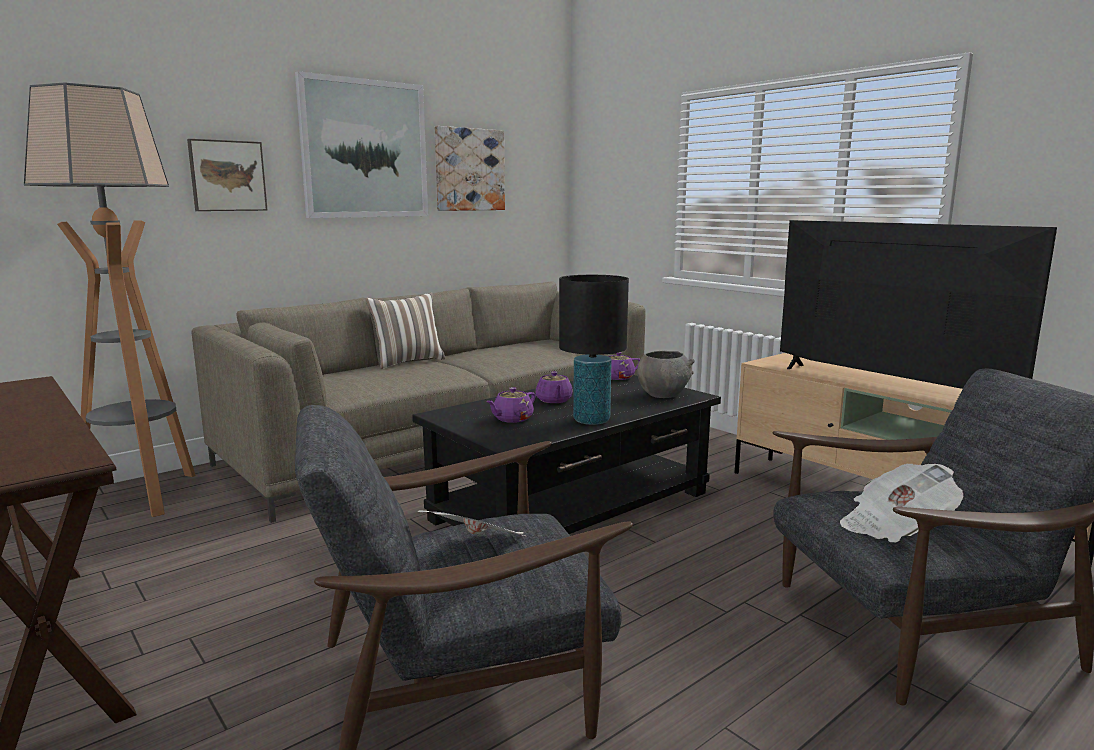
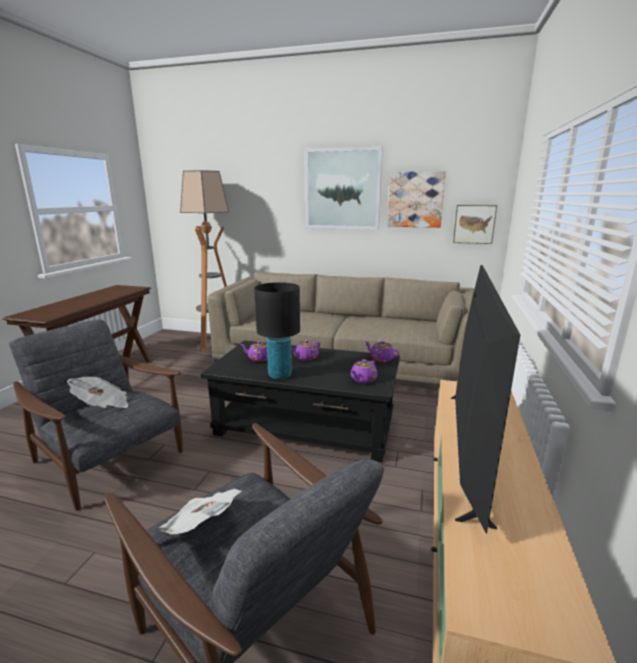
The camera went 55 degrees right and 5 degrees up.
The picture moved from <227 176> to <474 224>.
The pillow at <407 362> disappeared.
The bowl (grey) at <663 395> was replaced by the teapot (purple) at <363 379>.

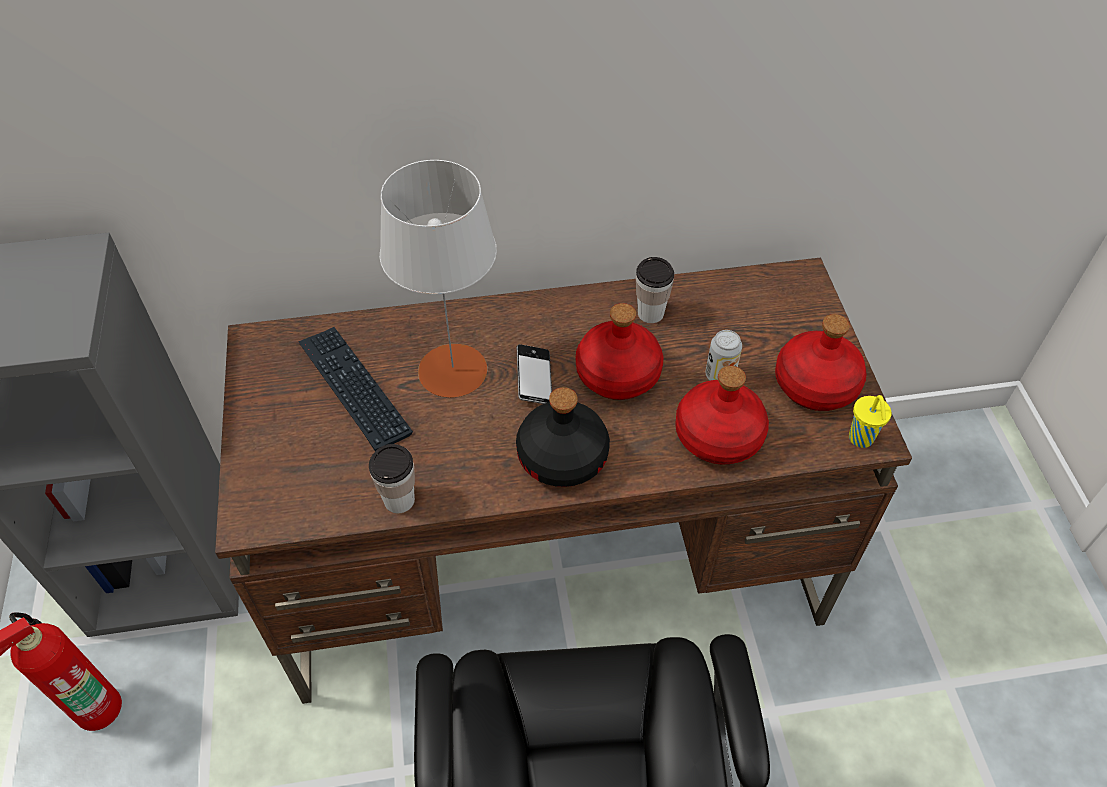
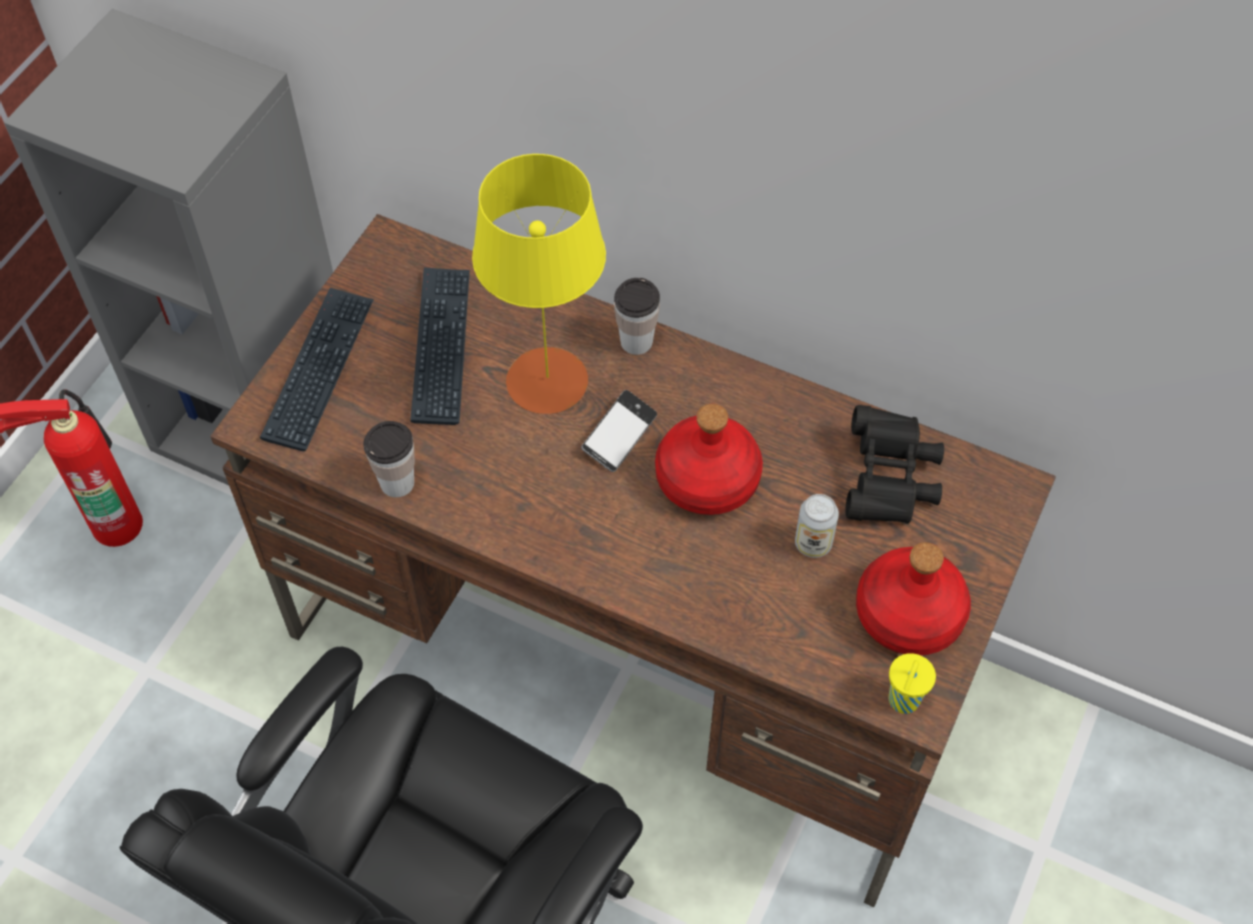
The camera went 35 degrees right and 5 degrees up.
The table lamp (grey) at <453 370> became the table lamp (yellow) at <547 381>.
The cup moved from <650 313> to <636 341>.
The bottle (red) at <718 435> disappeared.
The bottle (black) at <563 456> disappeared.
The keyboard at <319 370> appeared.
The binoculars (black) at <889 481> appeared.

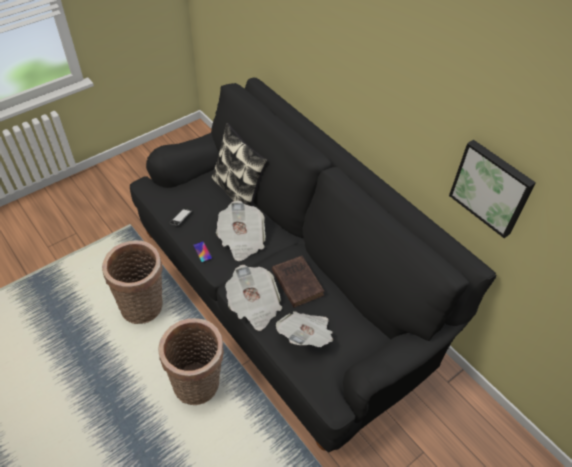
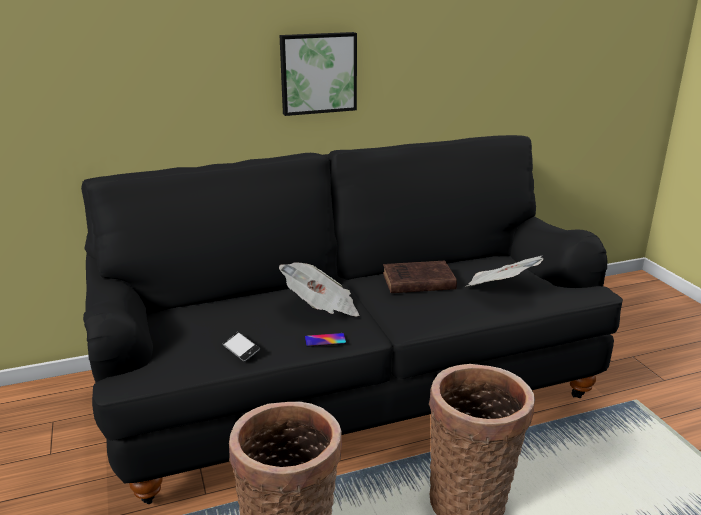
The camera went 70 degrees left and 25 degrees down.
The pillow at <238 192> disappeared.
The picture moved from <492 187> to <318 73>.
The newspaper at <254 305> disappeared.

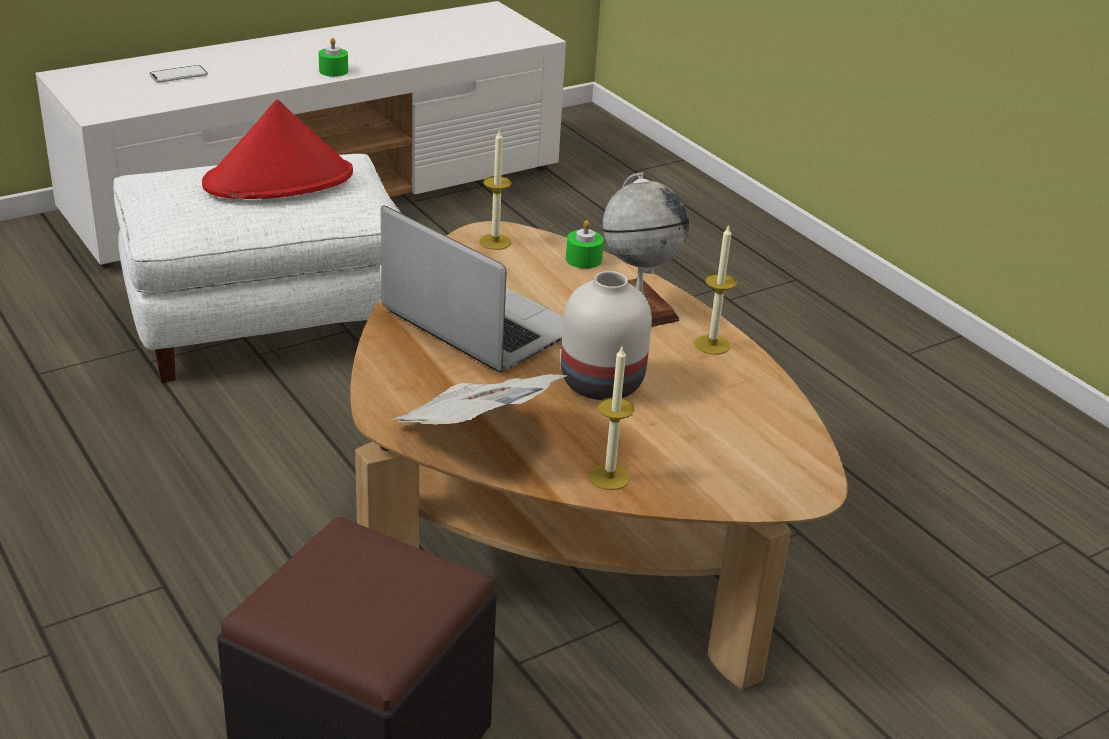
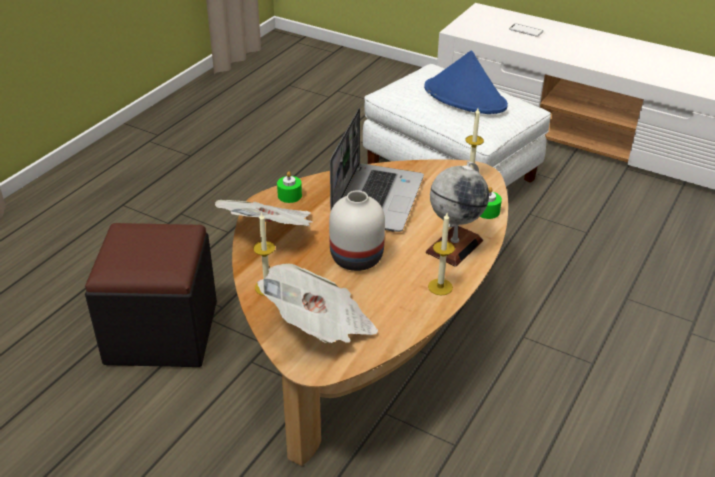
The camera went 65 degrees right and 5 degrees up.
The candle (green) moved from <333 71> to <289 195>.
The hat (red) at <279 180> became the hat (blue) at <465 97>.
The newspaper at <320 327> appeared.

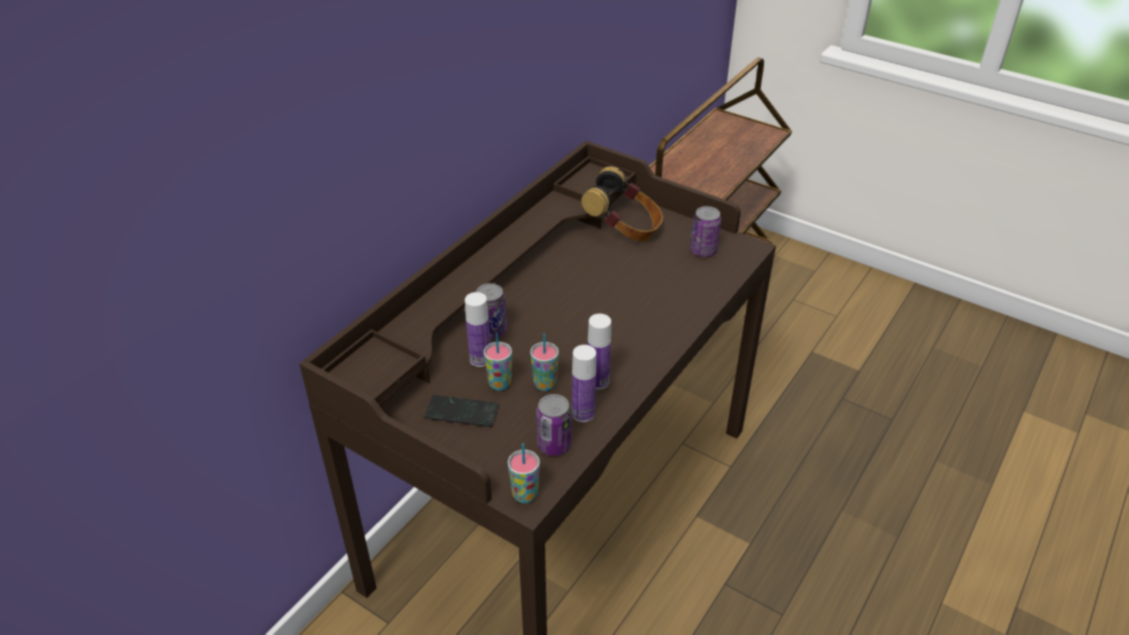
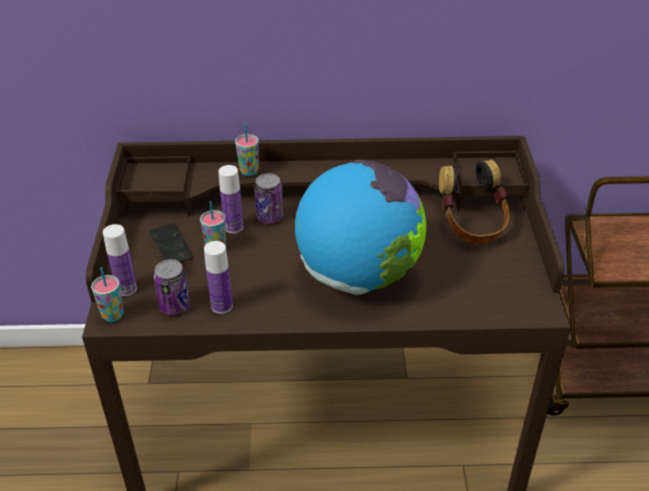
The camera went 55 degrees right and 0 degrees up.
The can at <703 251> disappeared.
The bottle moved from <598 381> to <126 288>.
The cup moved from <545 384> to <249 171>.
The globe at <358 275> appeared.

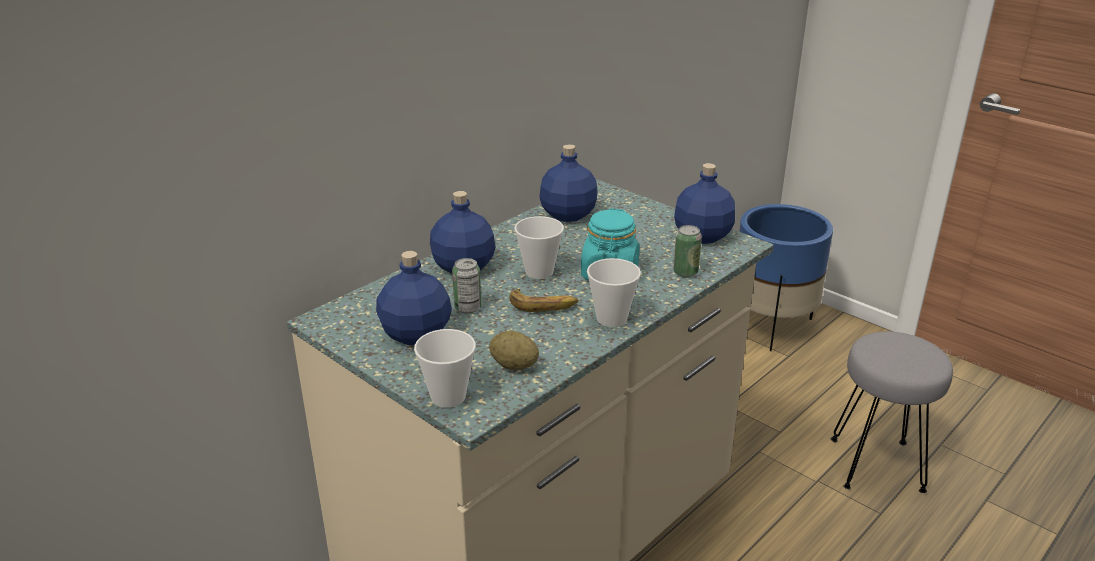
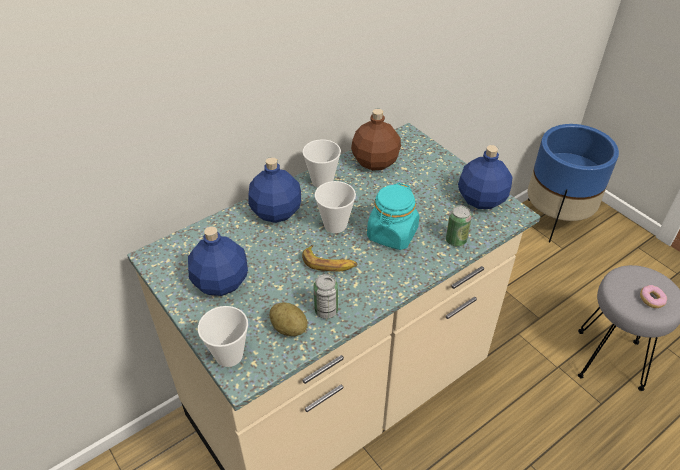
The camera went 10 degrees right and 15 degrees up.
The bottle (blue) at <567 215> became the bottle (brown) at <374 162>.
The can moved from <468 308> to <326 310>.
The cup moved from <611 318> to <322 181>.
The donut at <651 300> appeared.

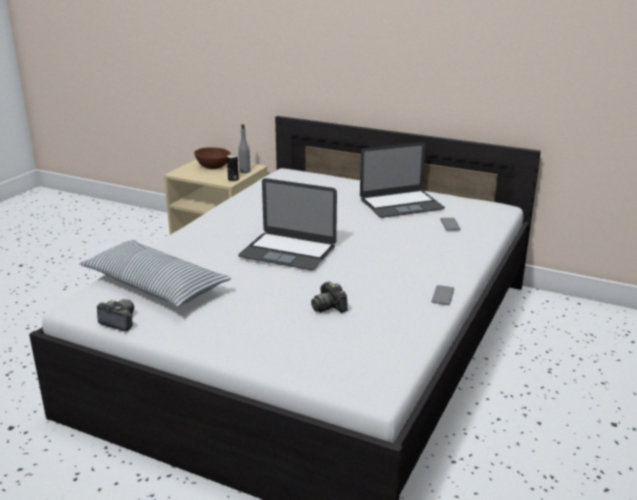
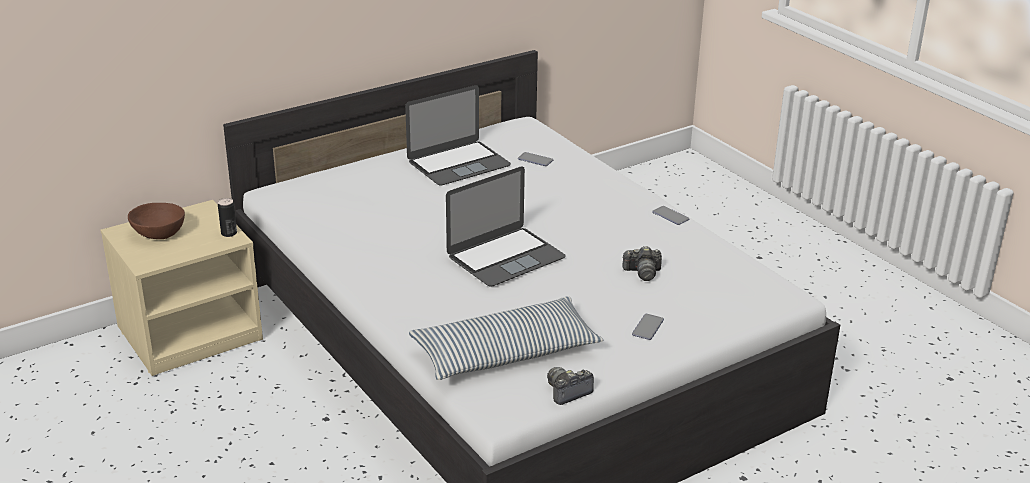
The camera went 60 degrees left and 5 degrees up.
The bottle (grey) at <245 171> disappeared.
The laptop at <401 204> turned 45 degrees clockwise.
The phone at <647 327> appeared.

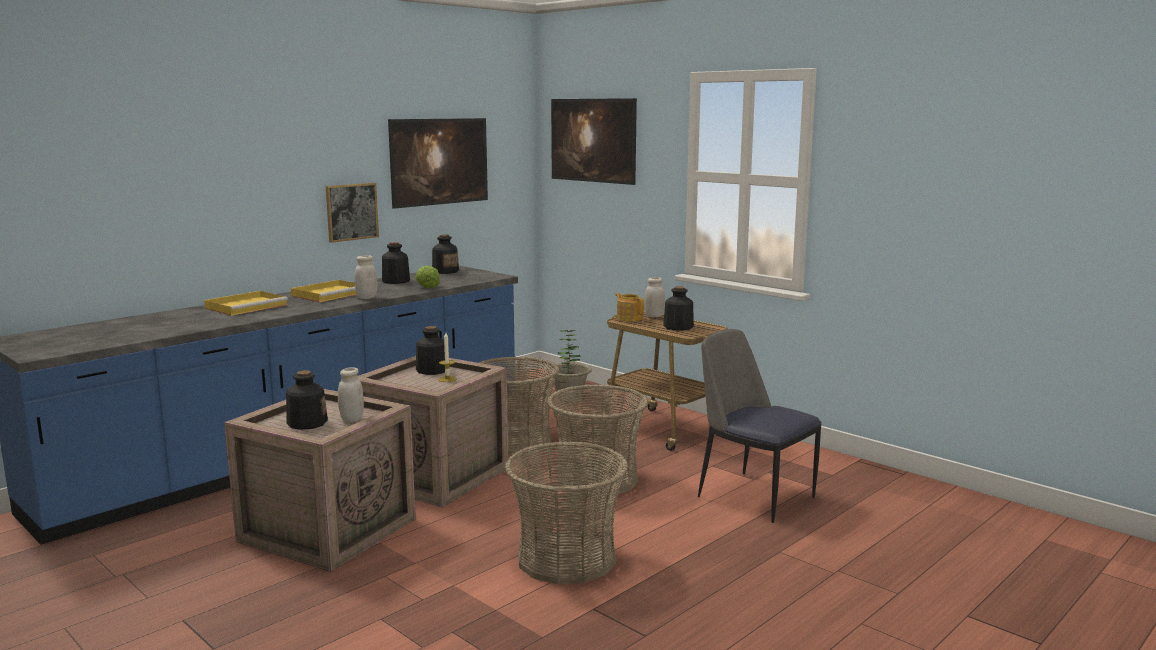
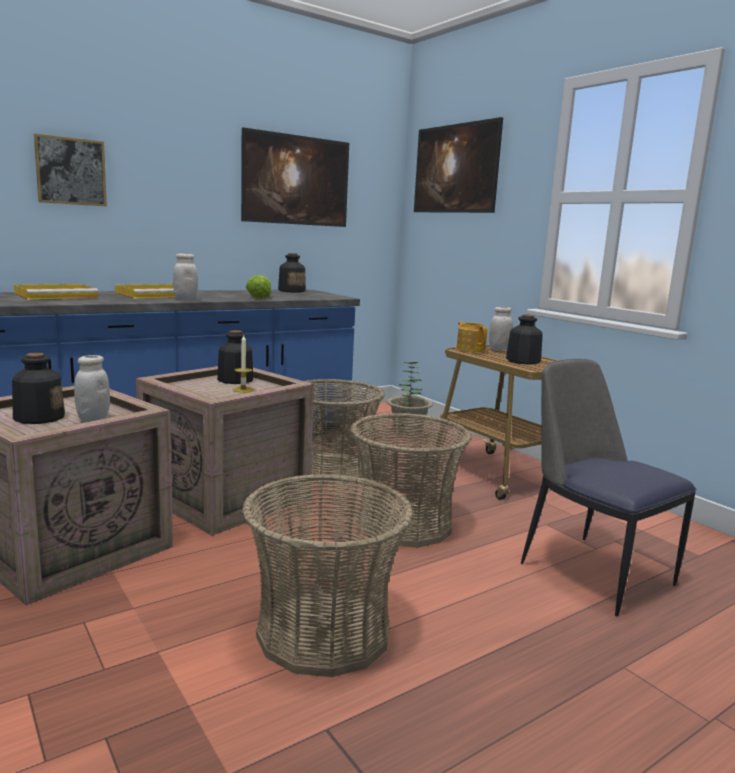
The camera went 10 degrees right and 0 degrees up.
The picture moved from <351 212> to <71 171>.
The bottle at <395 281> disappeared.

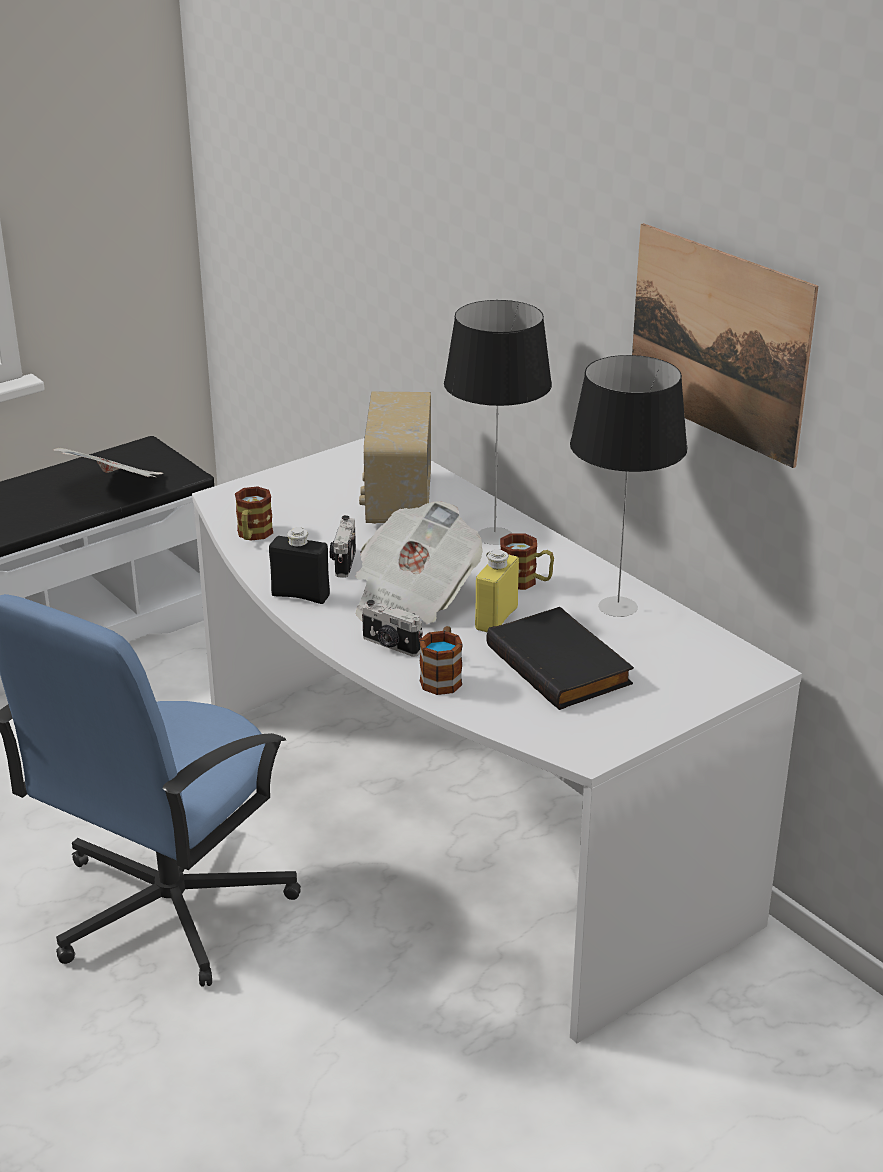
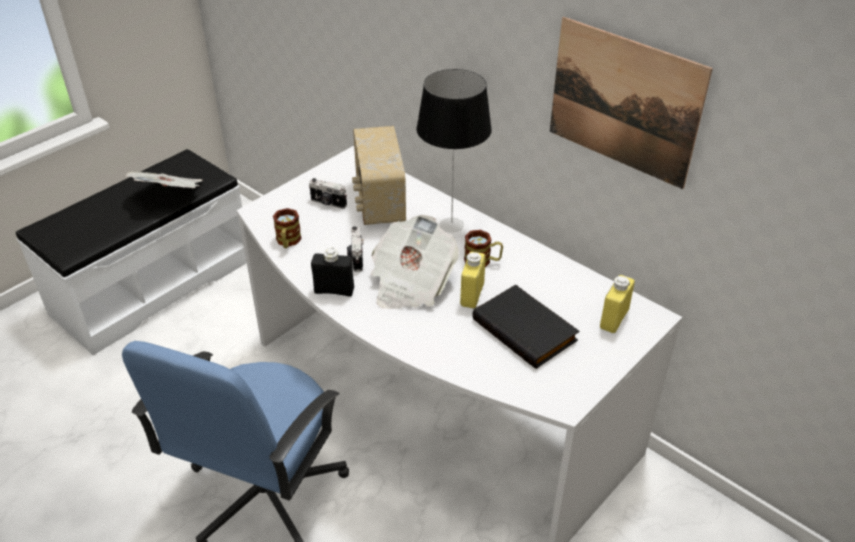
The camera went 10 degrees left and 10 degrees up.
The table lamp at <618 606> disappeared.
The photo camera moved from <391 645> to <328 203>.
The mug at <442 677> disappeared.
The bottle (yellow) at <614 319> appeared.

